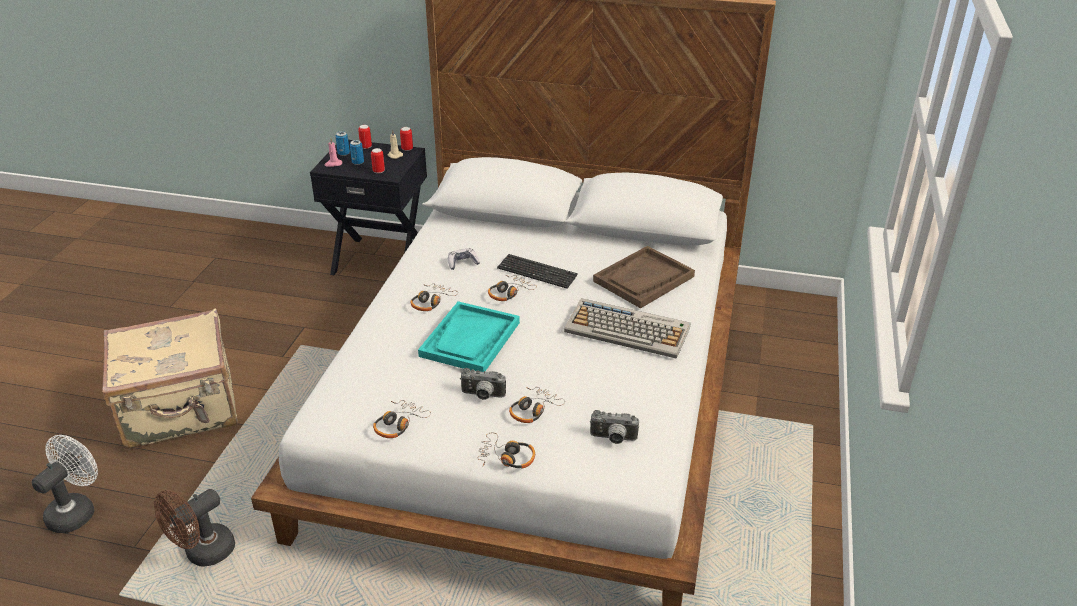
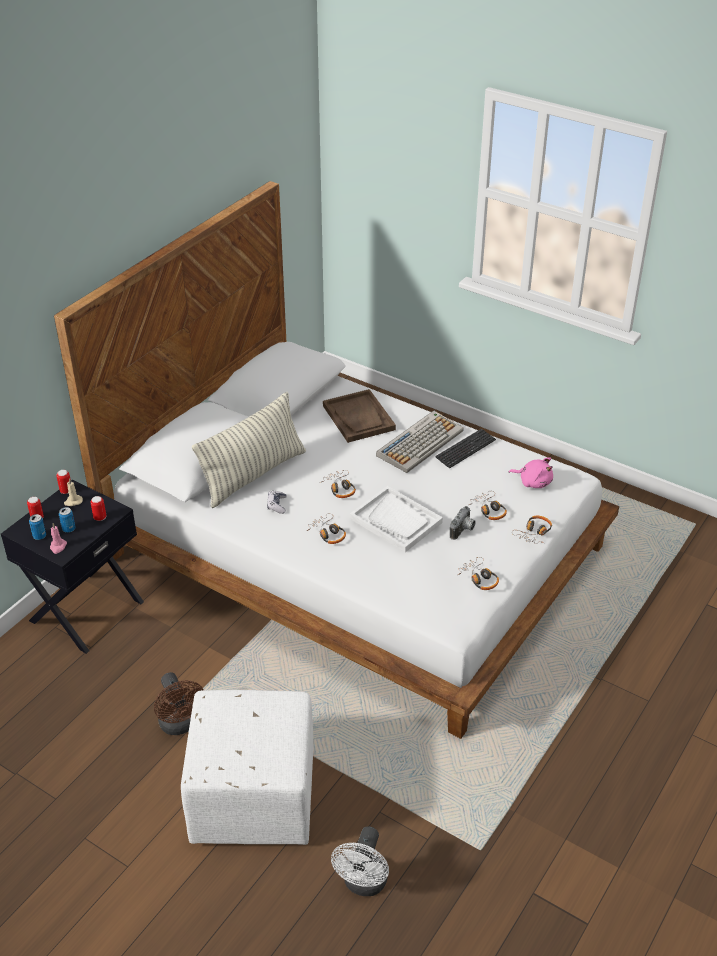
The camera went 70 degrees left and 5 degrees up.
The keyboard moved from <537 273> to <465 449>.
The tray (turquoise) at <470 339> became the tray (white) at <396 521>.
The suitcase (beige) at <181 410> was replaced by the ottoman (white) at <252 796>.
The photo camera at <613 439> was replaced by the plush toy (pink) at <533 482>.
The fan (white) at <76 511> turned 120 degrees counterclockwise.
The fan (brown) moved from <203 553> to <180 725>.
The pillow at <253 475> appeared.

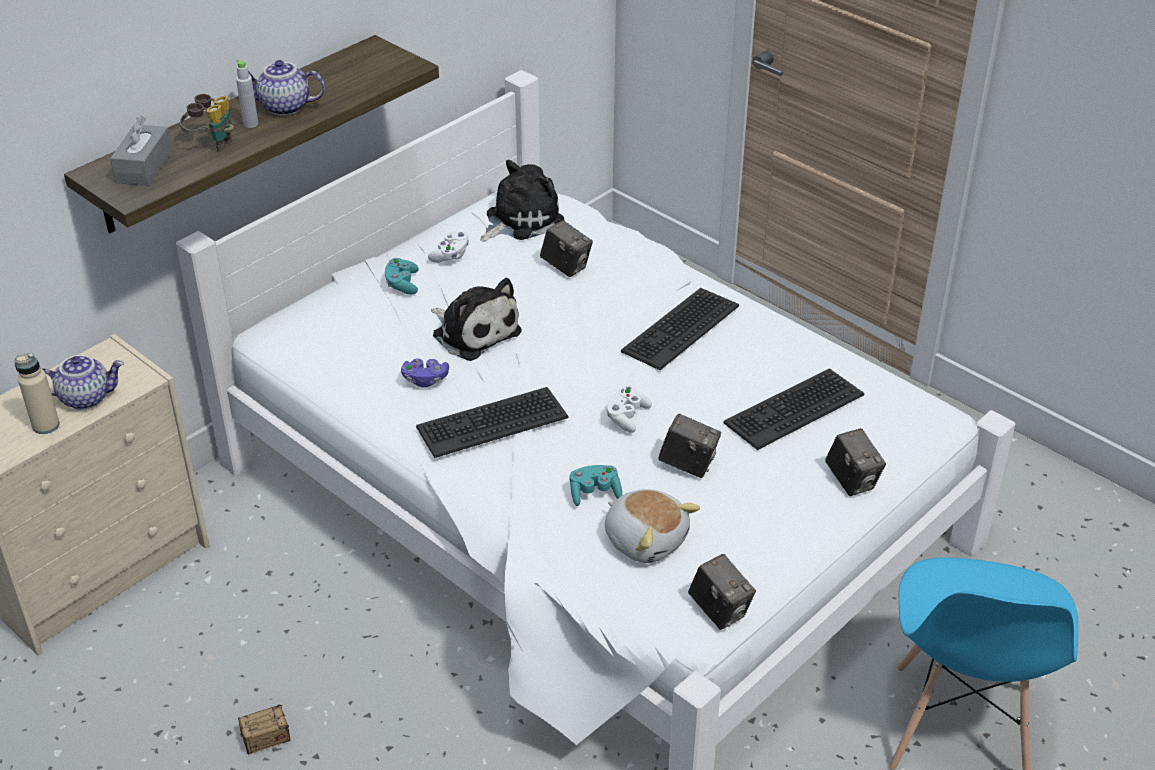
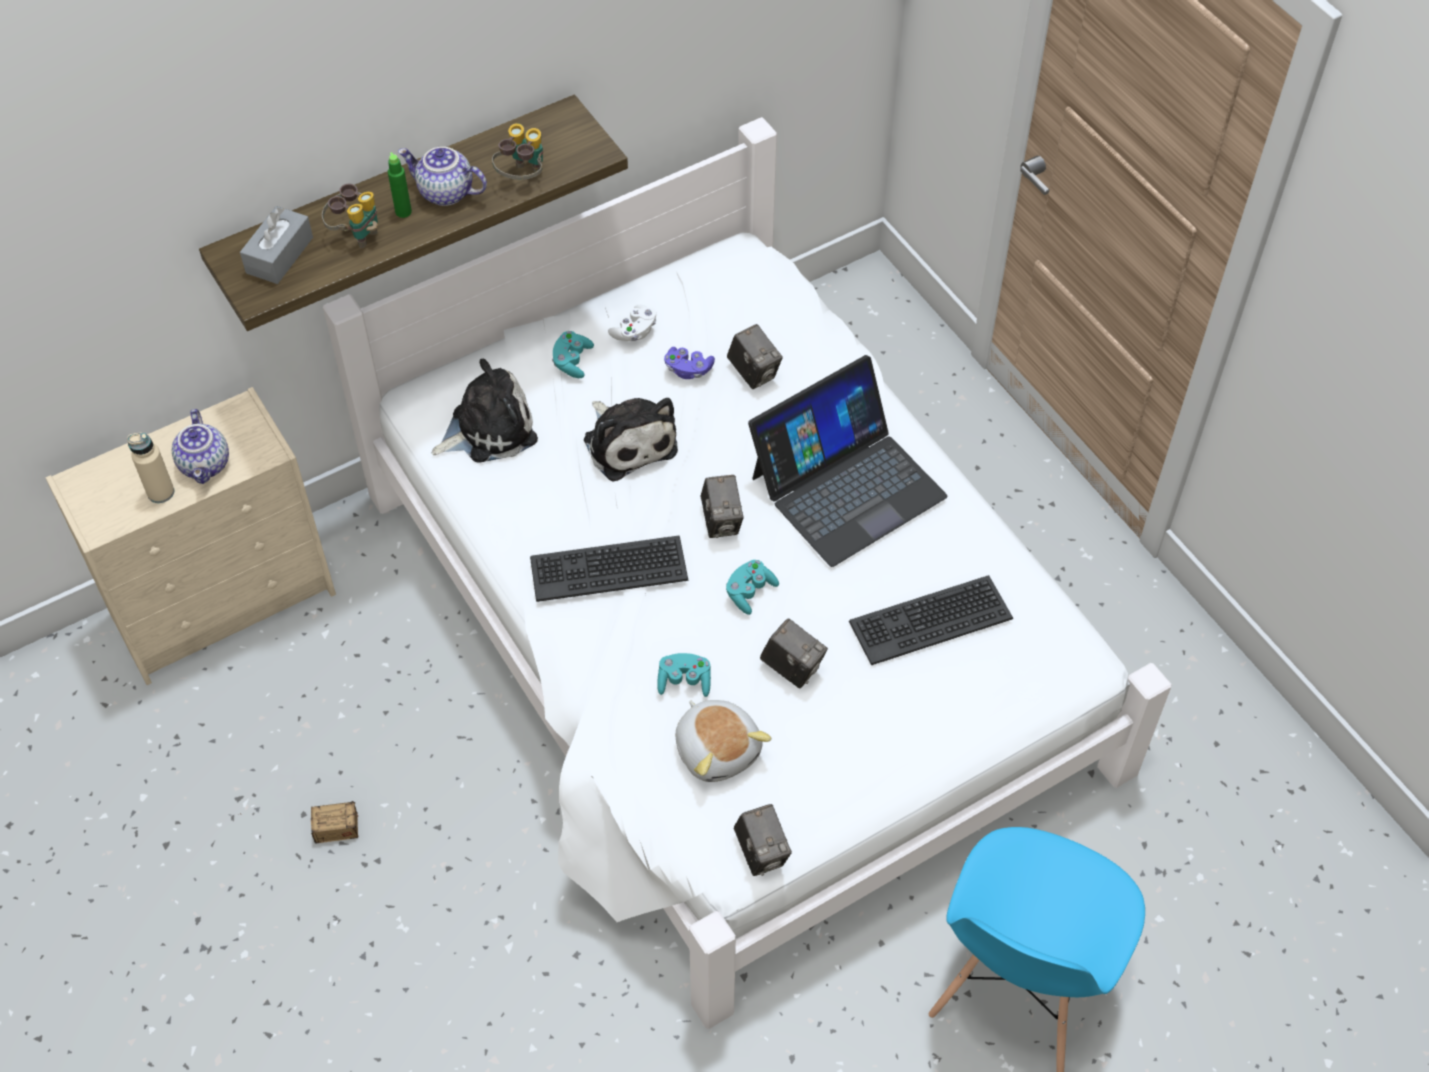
The camera went 15 degrees right and 15 degrees up.
The bottle (grey) at <250 124> became the bottle (green) at <403 212>.
The plush toy moved from <520 220> to <488 428>.
The keyboard at <680 329> was replaced by the laptop at <847 485>.
The teapot at <86 397> turned 75 degrees clockwise.
The game controller (purple) moved from <425 380> to <688 370>.
The game controller (white) at <627 417> became the game controller (turquoise) at <750 592>.
The photo camera moved from <852 481> to <721 521>.
The binoculars at <523 178> appeared.

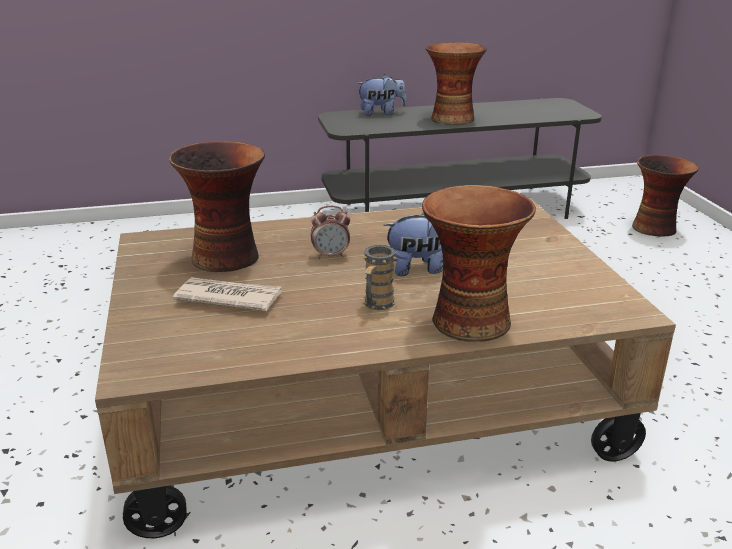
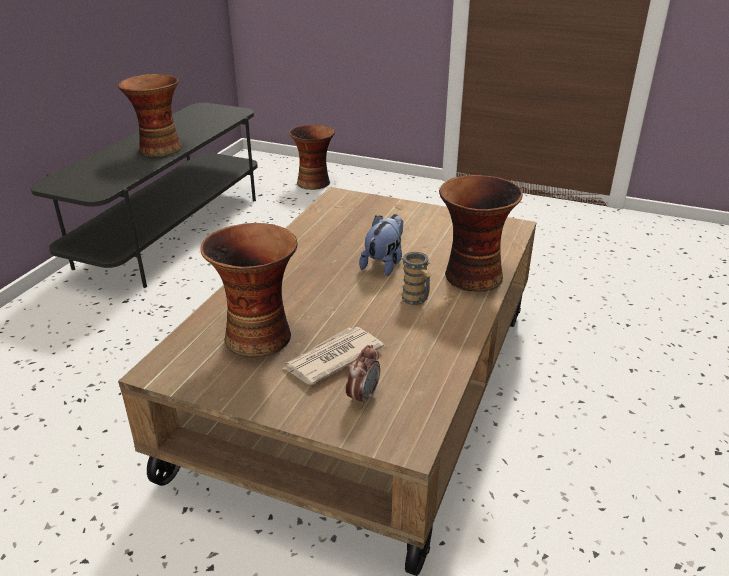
The camera went 55 degrees left and 5 degrees up.
The plush toy at <381 113> disappeared.
The alarm clock moved from <331 255> to <363 397>.

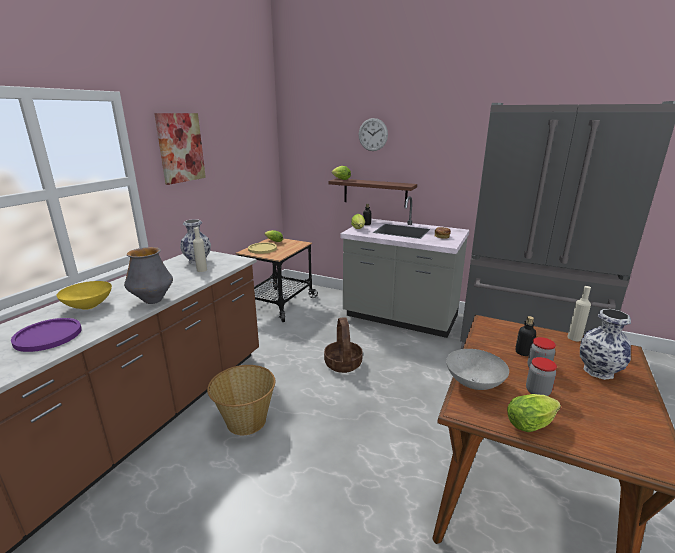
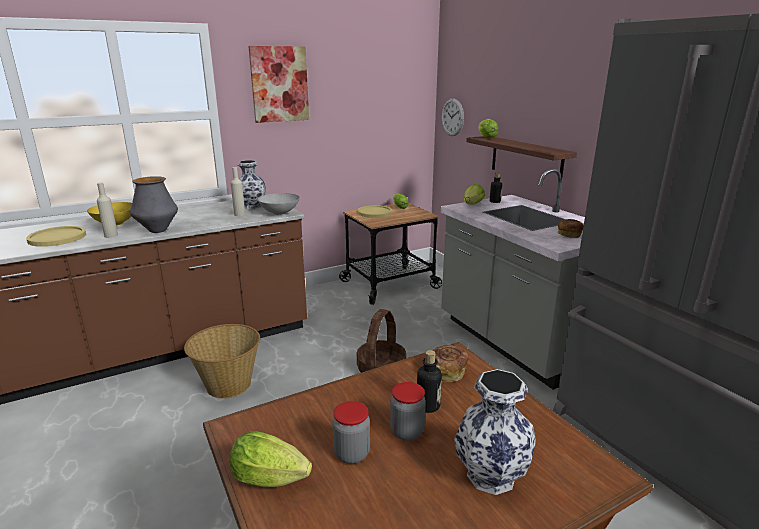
The camera went 35 degrees right and 0 degrees up.
The wall clock moved from <373 134> to <452 117>.
The bottle (beige) moved from <574 338> to <111 236>.
The plate (purple) at <48 336> became the plate (yellow) at <57 237>.
The bowl (grey) moved from <475 384> to <280 213>.
The bread at <447 372> appeared.

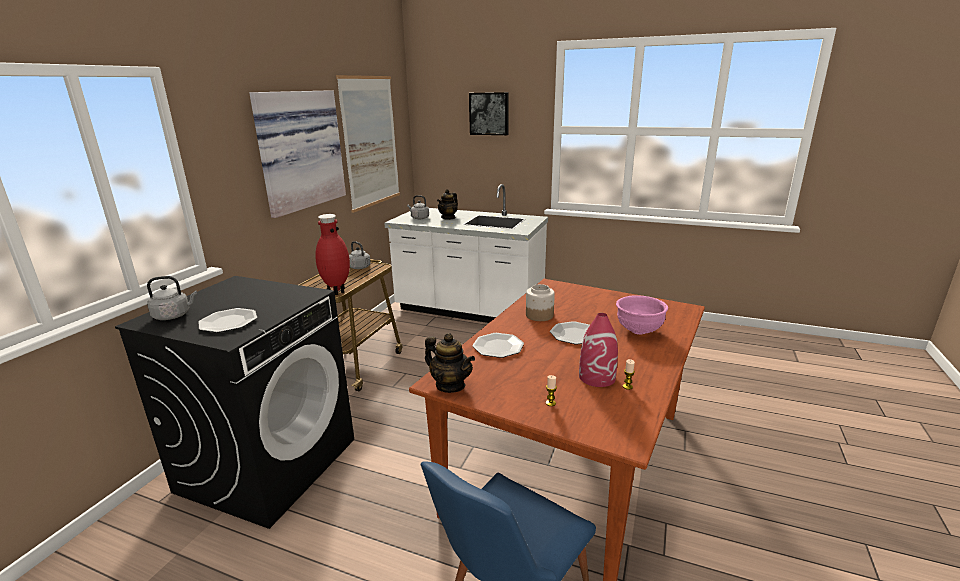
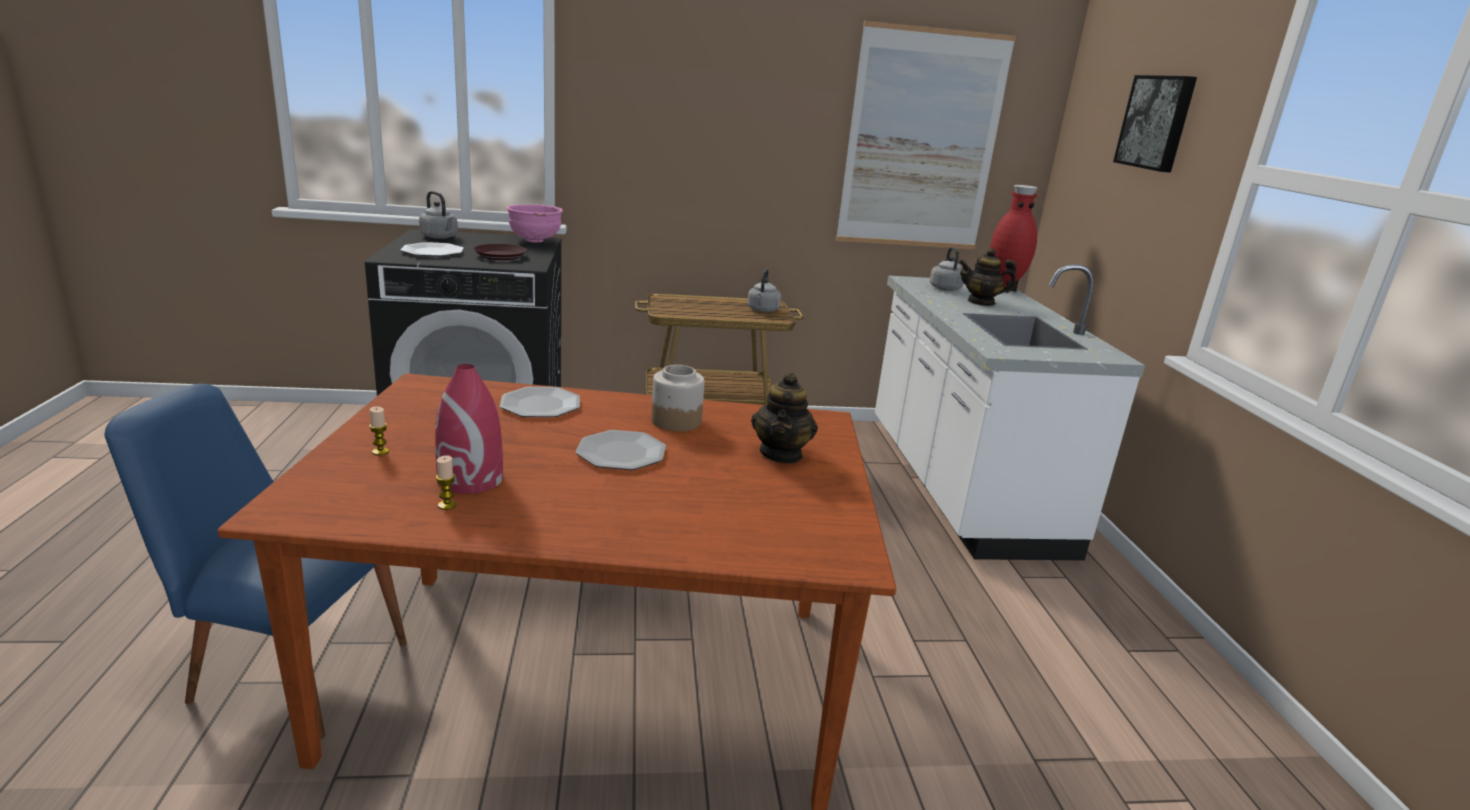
The camera went 60 degrees right and 0 degrees up.
The picture at <298 150> disappeared.
The vase (red) moved from <336 291> to <1003 289>.
The bowl (pink) moved from <638 330> to <535 241>.
The teapot moved from <450 385> to <781 454>.
The plate (brown) at <500 256> appeared.

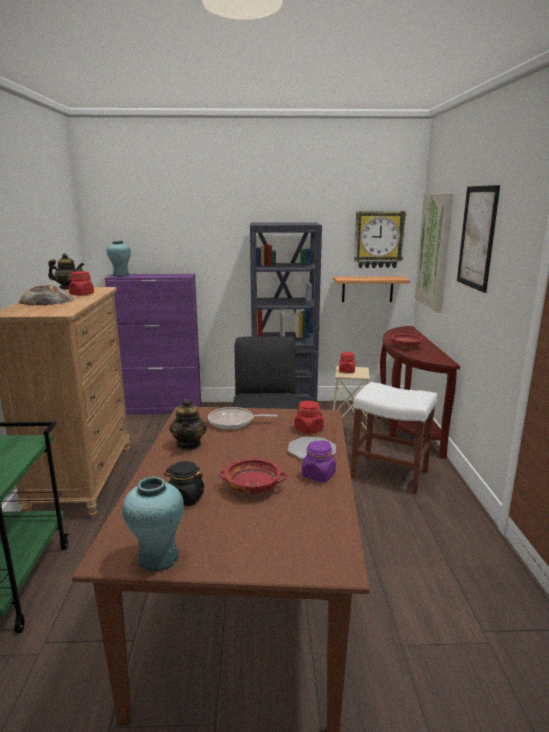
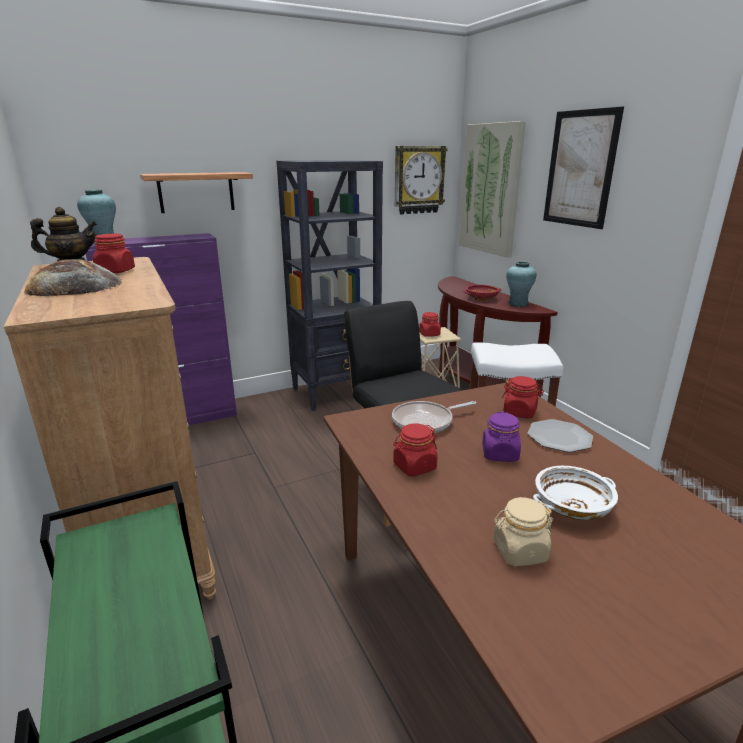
The camera went 25 degrees left and 5 degrees up.
The shelf moved from <367 289> to <196 192>.
The teapot at <189 444> was replaced by the jar (red) at <414 466>.
The jar (purple) moved from <318 475> to <500 454>.
The bowl (red) at <253 487> became the bowl (white) at <572 507>.
The jar (black) at <185 498> became the jar (beige) at <519 551>.
The vase (turquoise) moved from <158 558> to <518 304>.

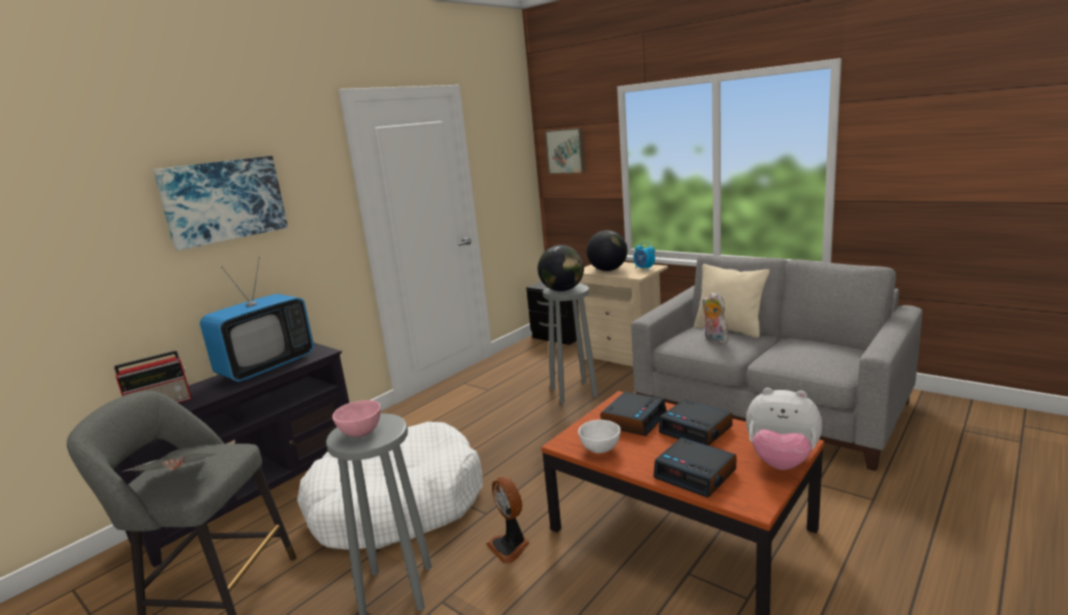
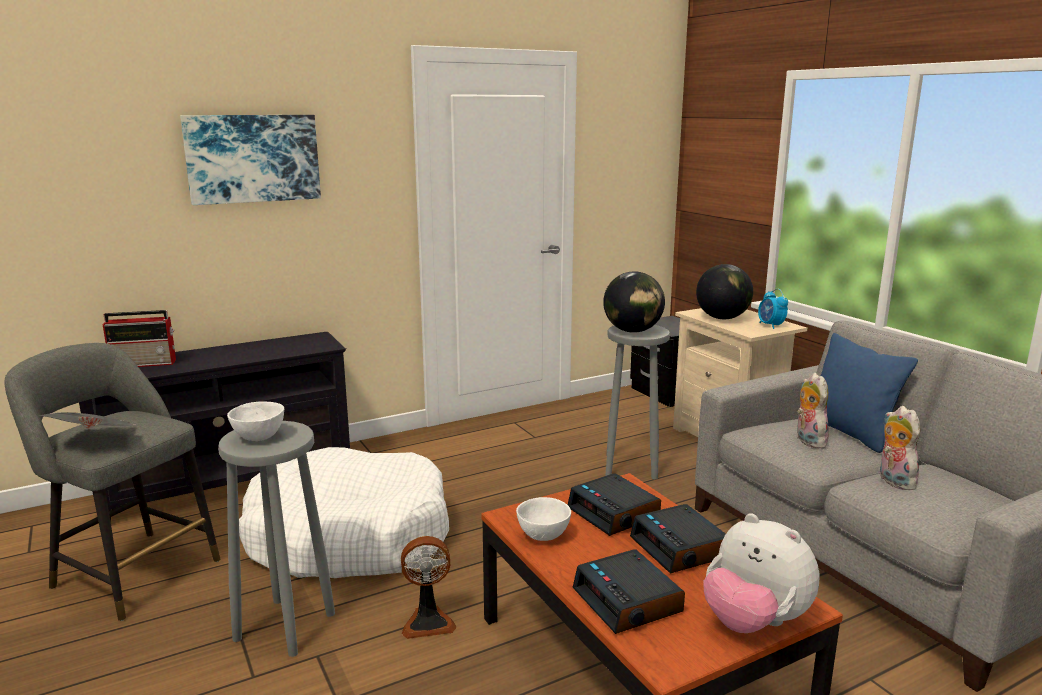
The camera went 20 degrees right and 0 degrees up.
The picture at <566 151> disappeared.
The television at <267 367> disappeared.
The pillow (beige) at <729 329> became the pillow (blue) at <849 432>.
The alarm clock at <633 420> turned 90 degrees clockwise.
The bowl (pink) at <360 433> became the bowl (white) at <258 438>.
The fan at <510 546> turned 90 degrees counterclockwise.
The plush toy at <893 481> appeared.

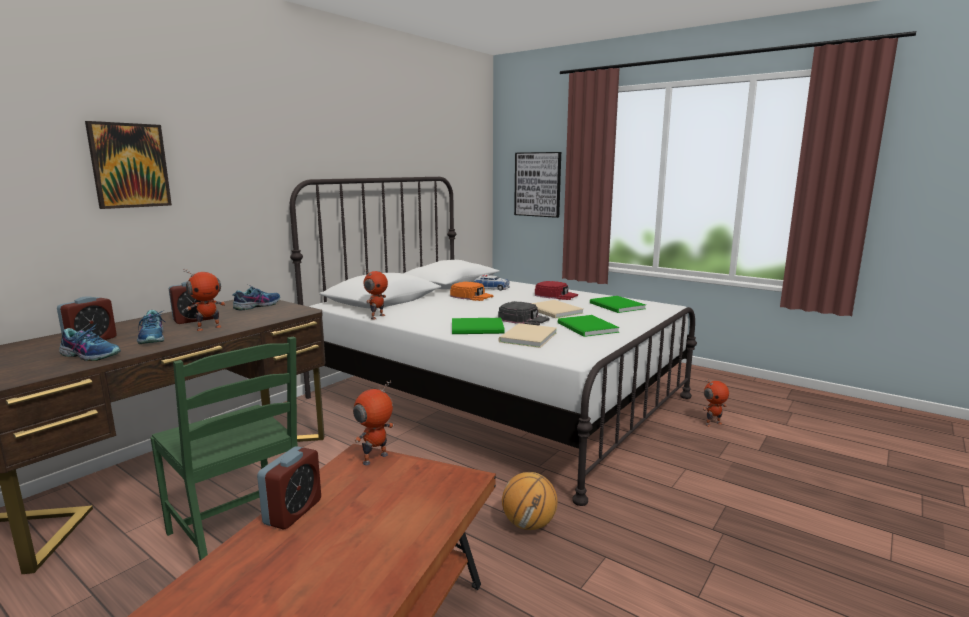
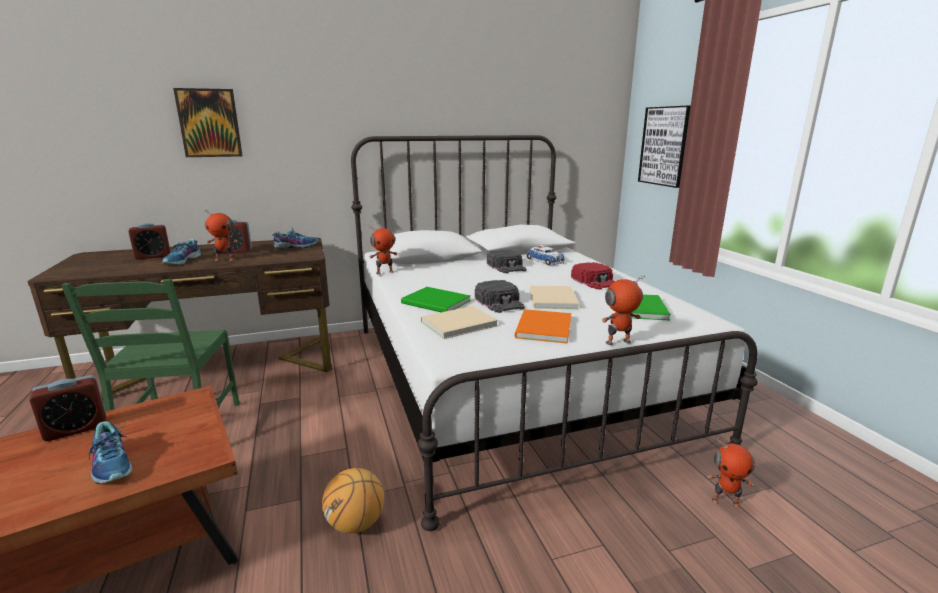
The camera went 35 degrees right and 5 degrees up.
The cap (orange) at <472 296> became the cap (black) at <507 266>.
The book (green) at <587 328> became the book (orange) at <542 328>.
The shoe moved from <91 355> to <113 464>.
The toy robot moved from <376 459> to <618 343>.

